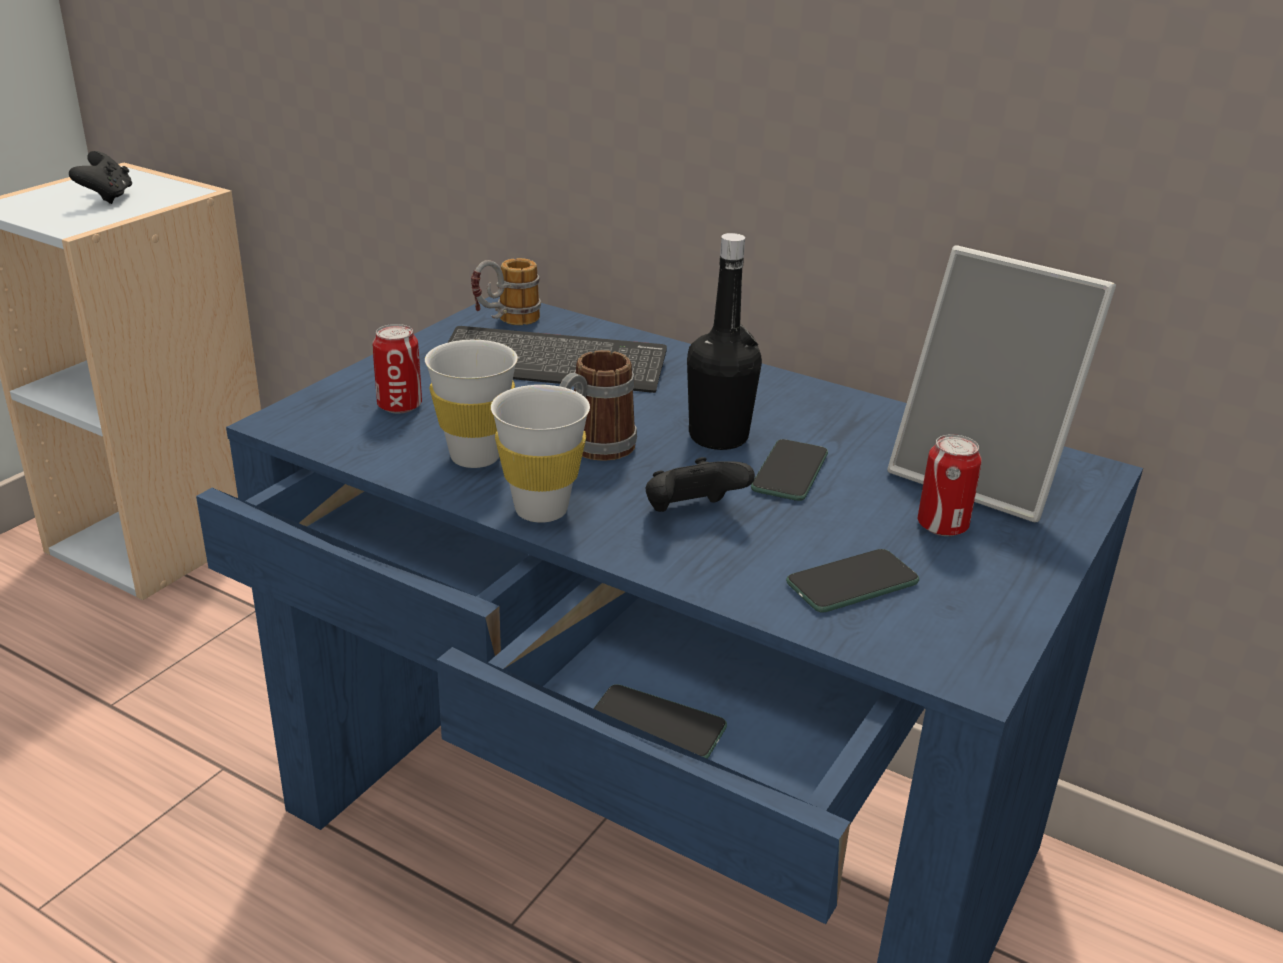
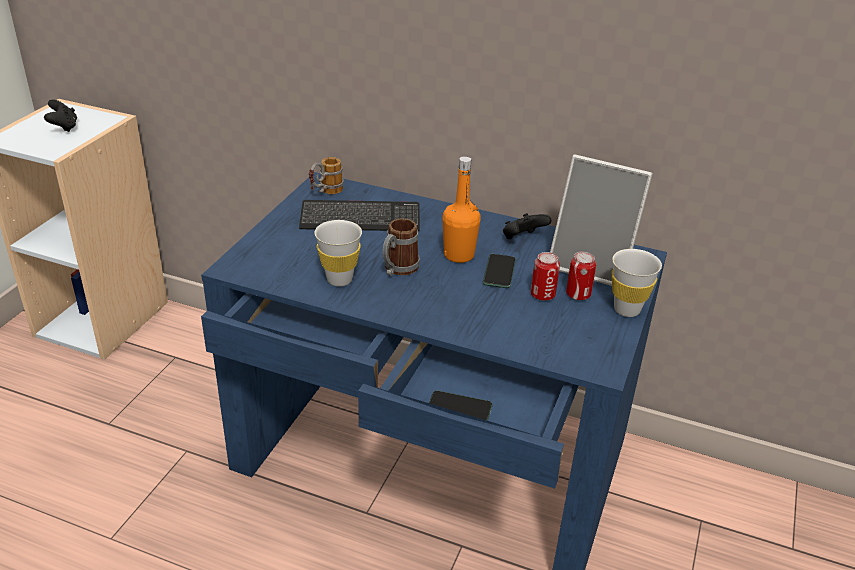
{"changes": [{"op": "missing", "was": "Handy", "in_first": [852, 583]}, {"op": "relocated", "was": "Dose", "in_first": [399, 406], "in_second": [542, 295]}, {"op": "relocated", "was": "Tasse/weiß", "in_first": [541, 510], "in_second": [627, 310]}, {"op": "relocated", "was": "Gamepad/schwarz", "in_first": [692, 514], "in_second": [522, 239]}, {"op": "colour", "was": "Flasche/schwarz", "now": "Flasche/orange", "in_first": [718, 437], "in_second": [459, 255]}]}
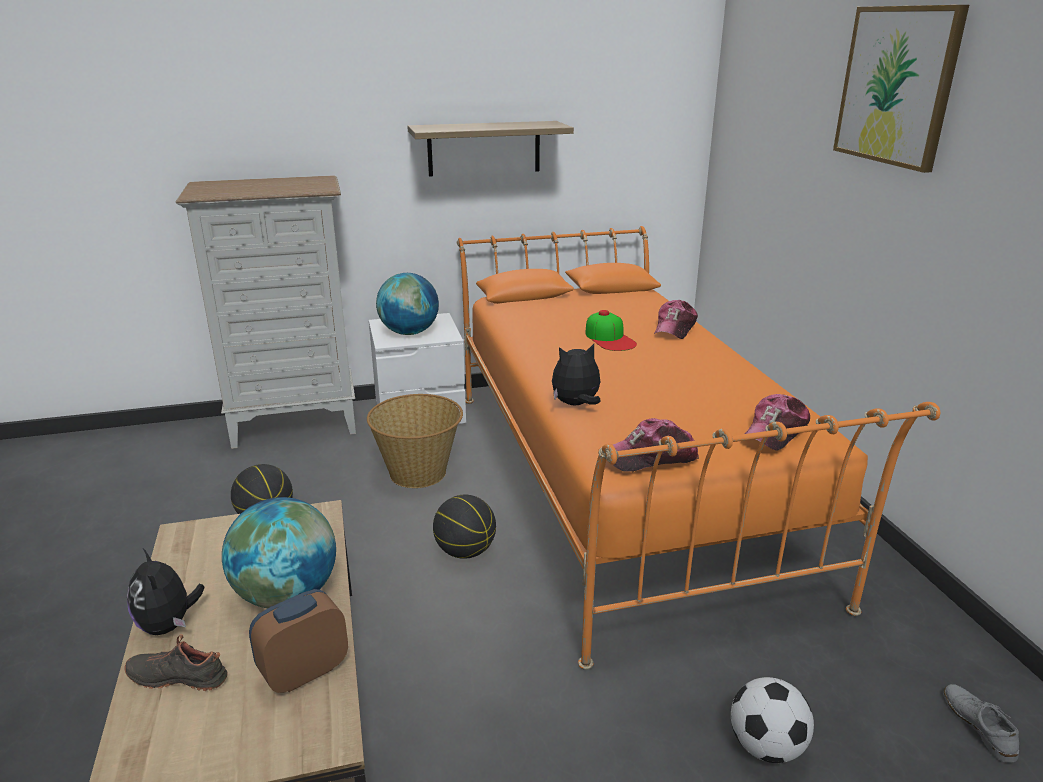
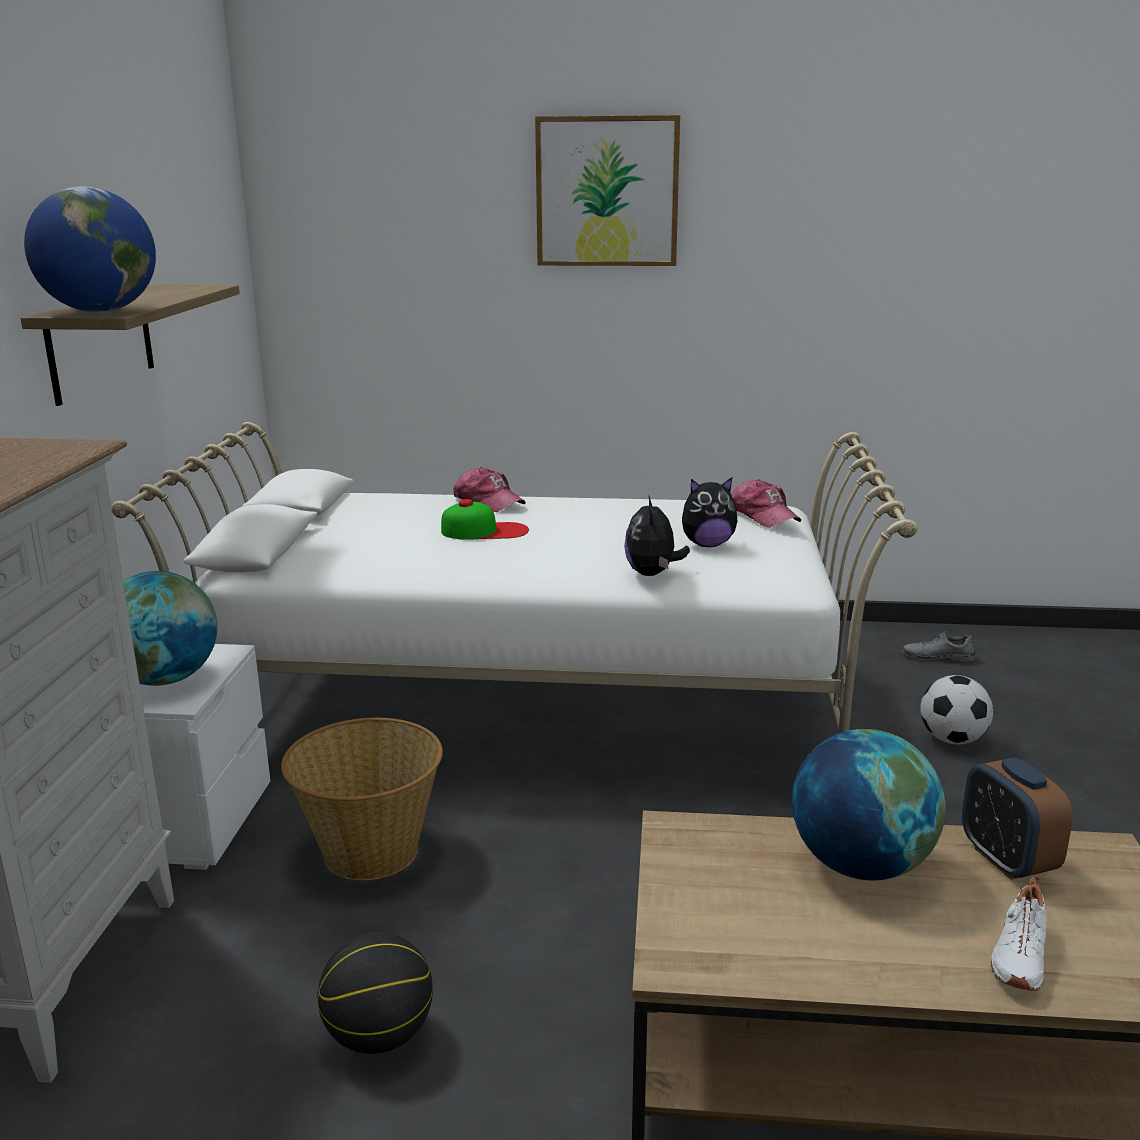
{"changes": [{"op": "missing", "was": "Basketball", "in_first": [465, 552]}, {"op": "missing", "was": "Kappe", "in_first": [651, 457]}, {"op": "appeared", "now": "Globus", "in_second": [100, 311]}, {"op": "relocated", "was": "Plüschtier", "in_first": [169, 625], "in_second": [707, 545]}, {"op": "colour", "was": "Schuh/schwarz", "now": "Schuh/weiß", "in_first": [179, 676], "in_second": [1017, 956]}, {"op": "colour", "was": "Bett/orange", "now": "Bett/weiß", "in_first": [619, 485], "in_second": [529, 710]}]}
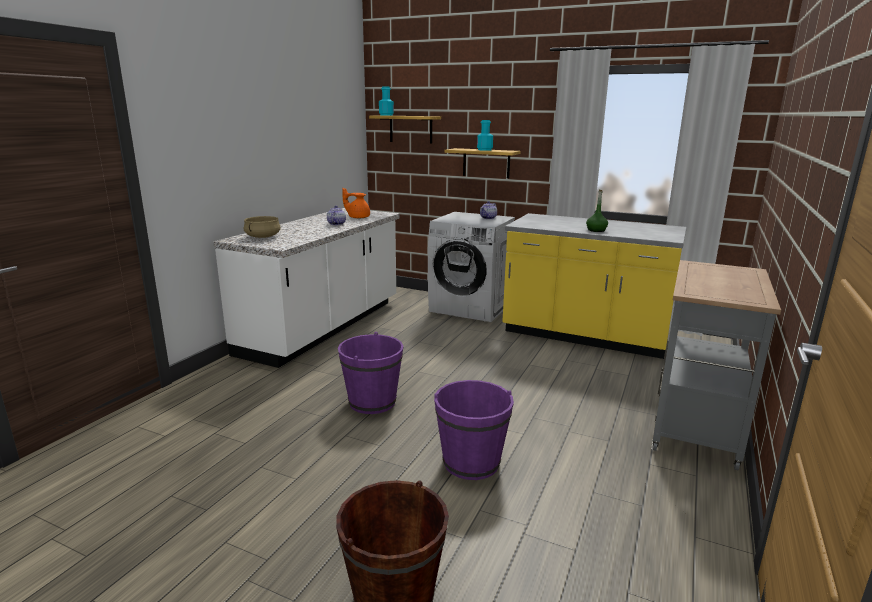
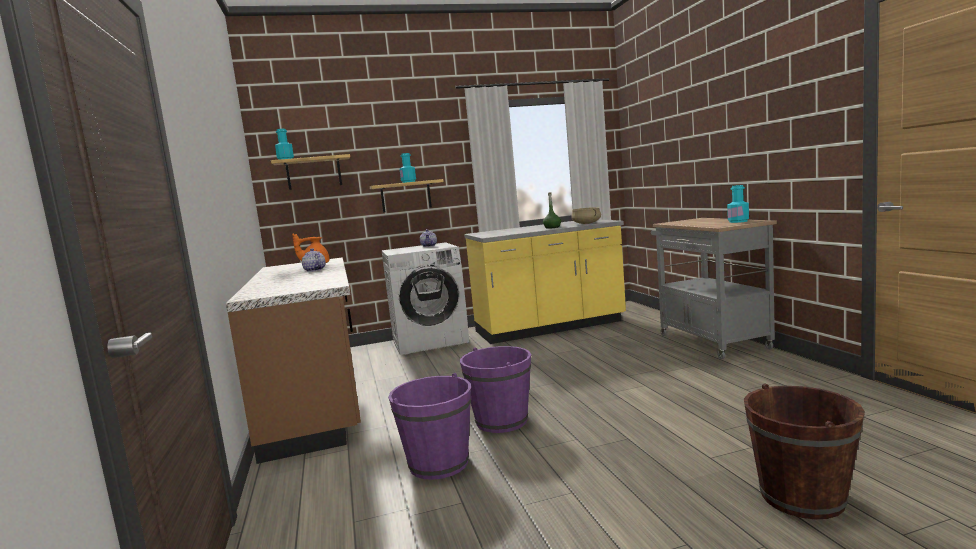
{"changes": [{"op": "appeared", "now": "Flasche/türkis", "in_second": [738, 221]}, {"op": "relocated", "was": "Kochtopf/beige", "in_first": [262, 237], "in_second": [586, 223]}, {"op": "relocated", "was": "Eimer/lila", "in_first": [471, 462], "in_second": [439, 463]}, {"op": "colour", "was": "Küchenzeile/weiß", "now": "Küchenzeile/braun", "in_first": [324, 327], "in_second": [317, 401]}]}
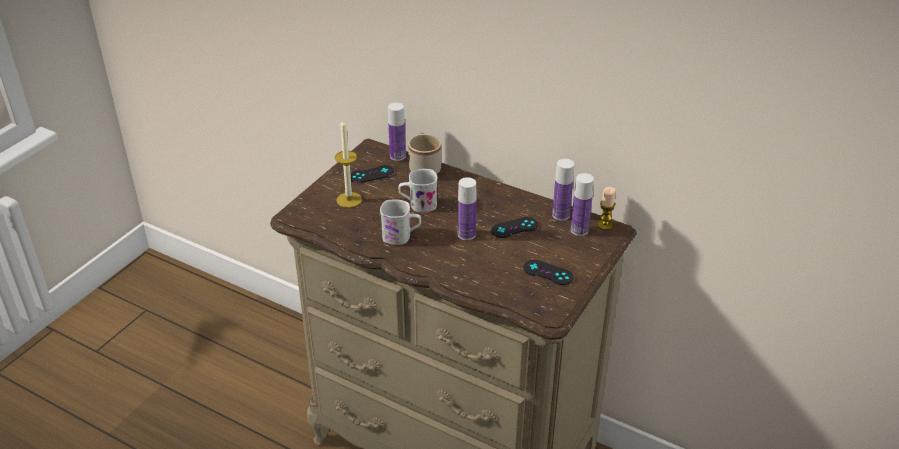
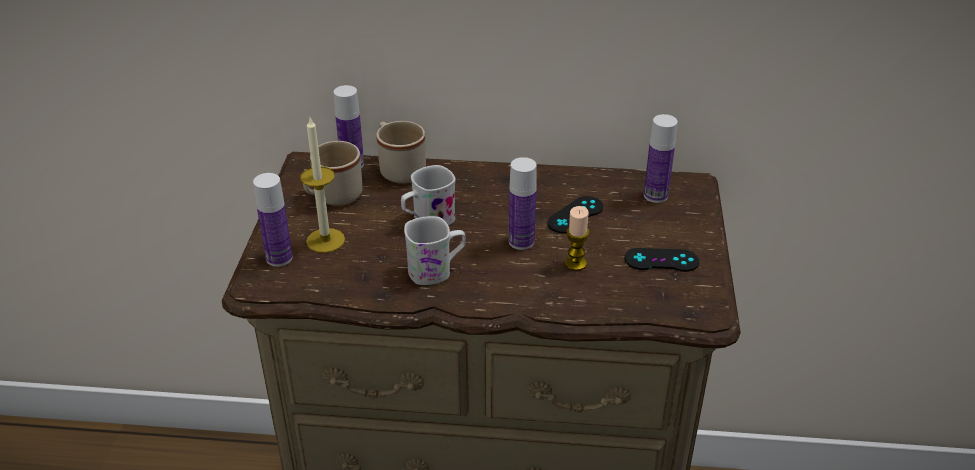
{"changes": [{"op": "relocated", "was": "Flasche", "in_first": [561, 215], "in_second": [279, 258]}, {"op": "relocated", "was": "Kerze", "in_first": [605, 225], "in_second": [575, 263]}, {"op": "exchanged", "was": "Gamepad/schwarz", "now": "Henkelbecher/beige", "in_first": [371, 174], "in_second": [333, 197]}]}
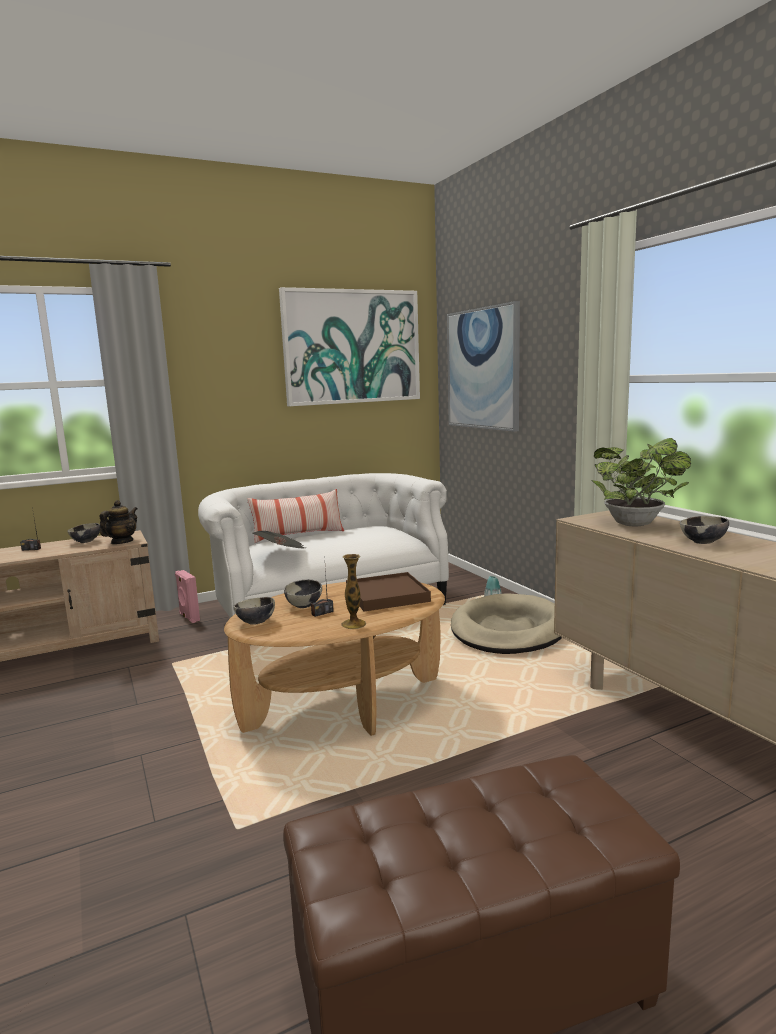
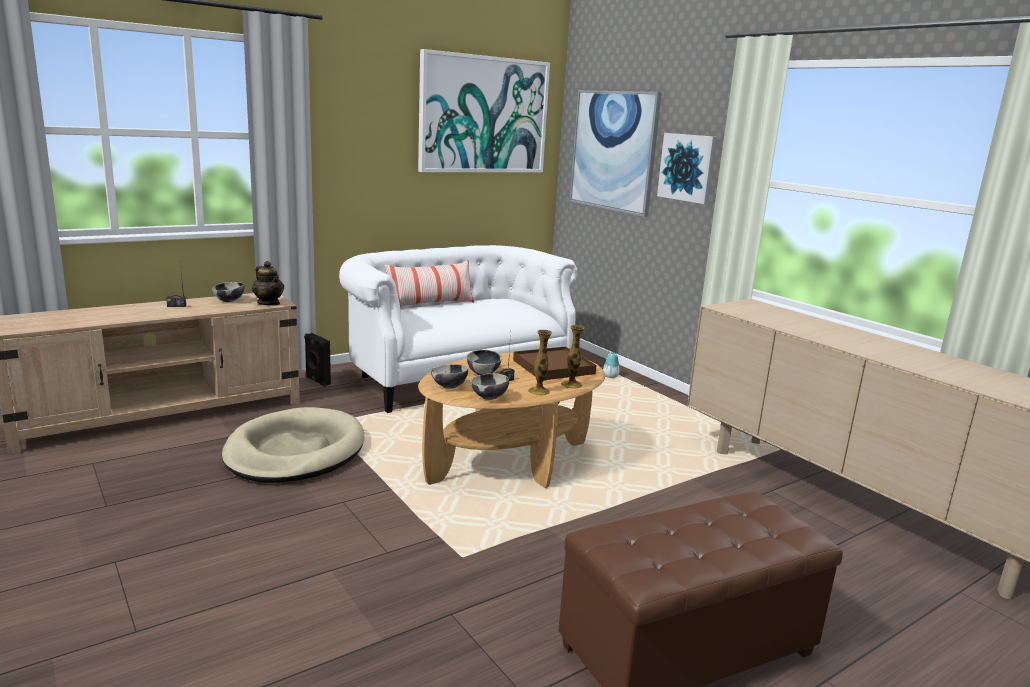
{"changes": [{"op": "missing", "was": "Zeitung", "in_first": [282, 554]}, {"op": "missing", "was": "Topfpflanze", "in_first": [637, 524]}, {"op": "appeared", "now": "Vase", "in_second": [571, 384]}, {"op": "appeared", "now": "Bild", "in_second": [687, 167]}, {"op": "relocated", "was": "Hundebett/beige", "in_first": [508, 630], "in_second": [295, 451]}, {"op": "relocated", "was": "Schüssel", "in_first": [703, 542], "in_second": [489, 398]}, {"op": "colour", "was": "Lautsprecher/rosa", "now": "Lautsprecher/schwarz", "in_first": [189, 617], "in_second": [317, 381]}, {"op": "spun", "was": "Teekanne", "in_first": [121, 542], "in_second": [269, 303], "clockwise": 120}]}
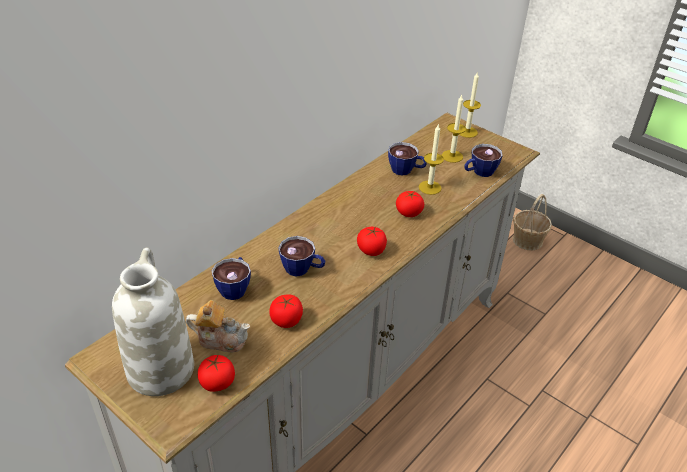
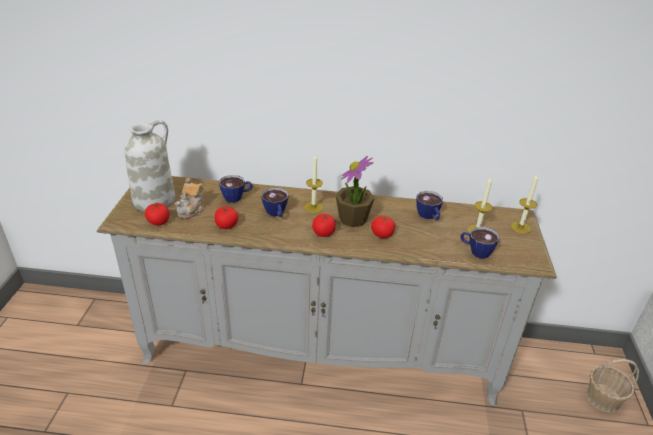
{"changes": [{"op": "appeared", "now": "Topfpflanze", "in_second": [353, 219]}, {"op": "relocated", "was": "Kerze", "in_first": [430, 187], "in_second": [313, 207]}, {"op": "spun", "was": "Teekanne", "in_first": [221, 339], "in_second": [192, 209], "clockwise": 45}]}
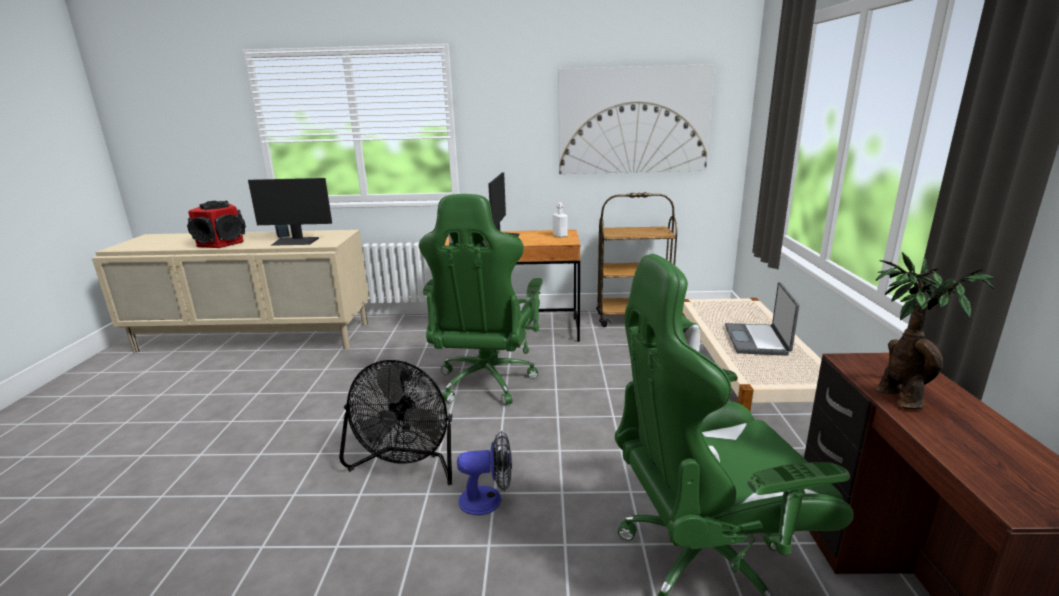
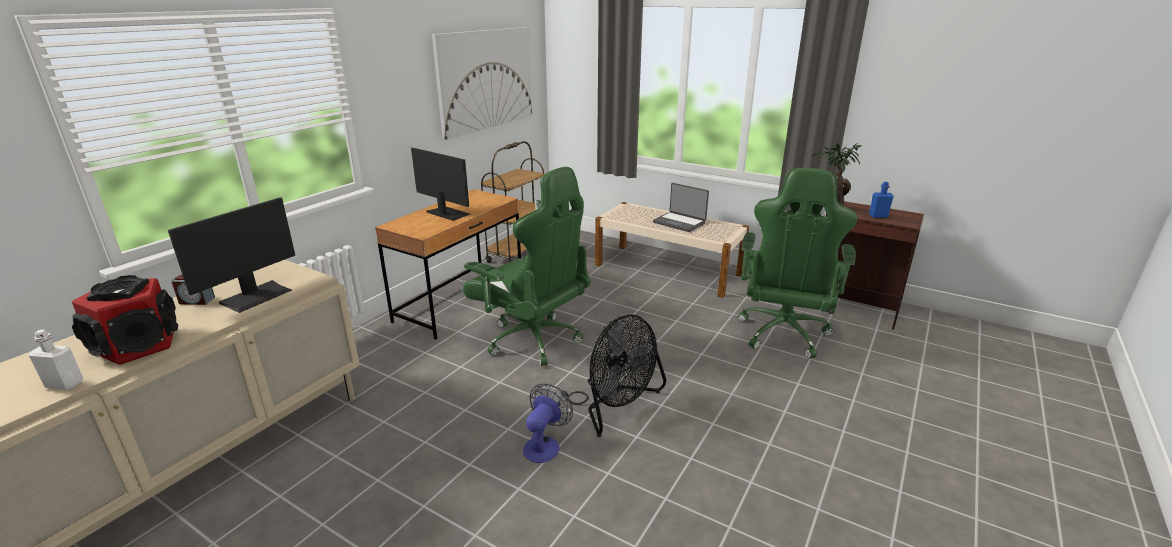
{"changes": [{"op": "appeared", "now": "Flasche/blau", "in_second": [878, 216]}, {"op": "relocated", "was": "Ventilator", "in_first": [488, 499], "in_second": [544, 445]}, {"op": "relocated", "was": "Flasche/weiß", "in_first": [560, 235], "in_second": [65, 384]}]}
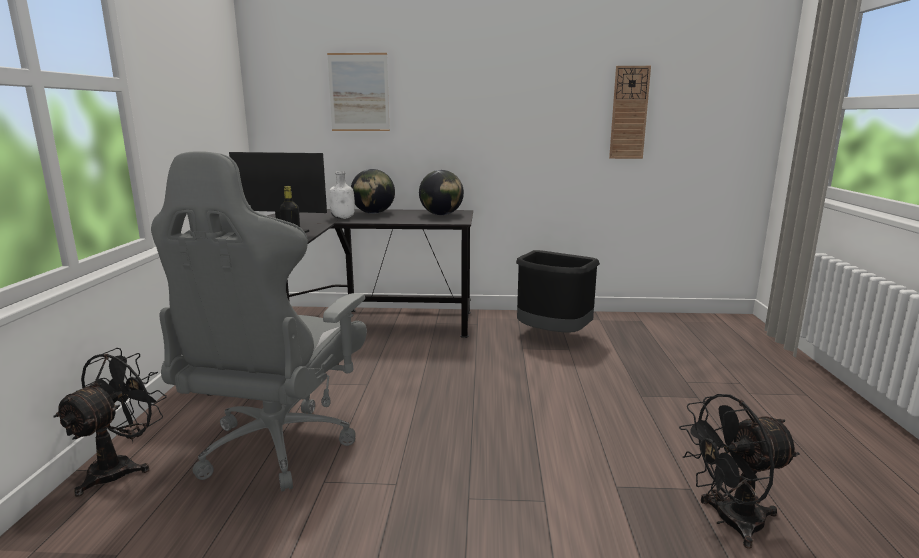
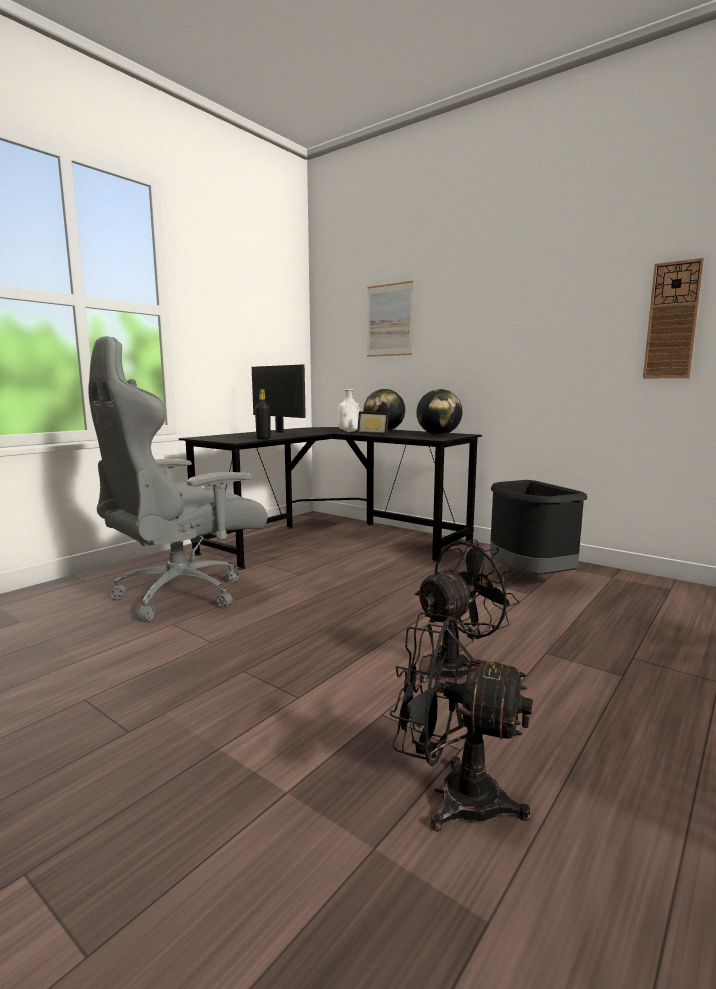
{"changes": [{"op": "appeared", "now": "Bilderrahmen", "in_second": [374, 434]}, {"op": "relocated", "was": "Ventilator/schwarz", "in_first": [121, 467], "in_second": [458, 666]}]}
